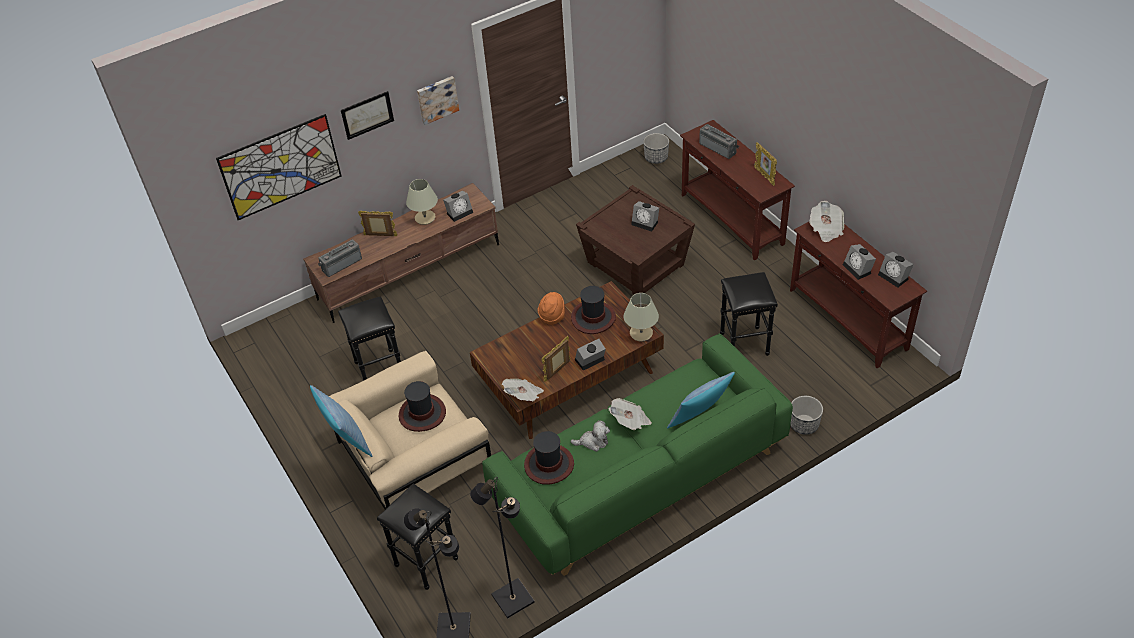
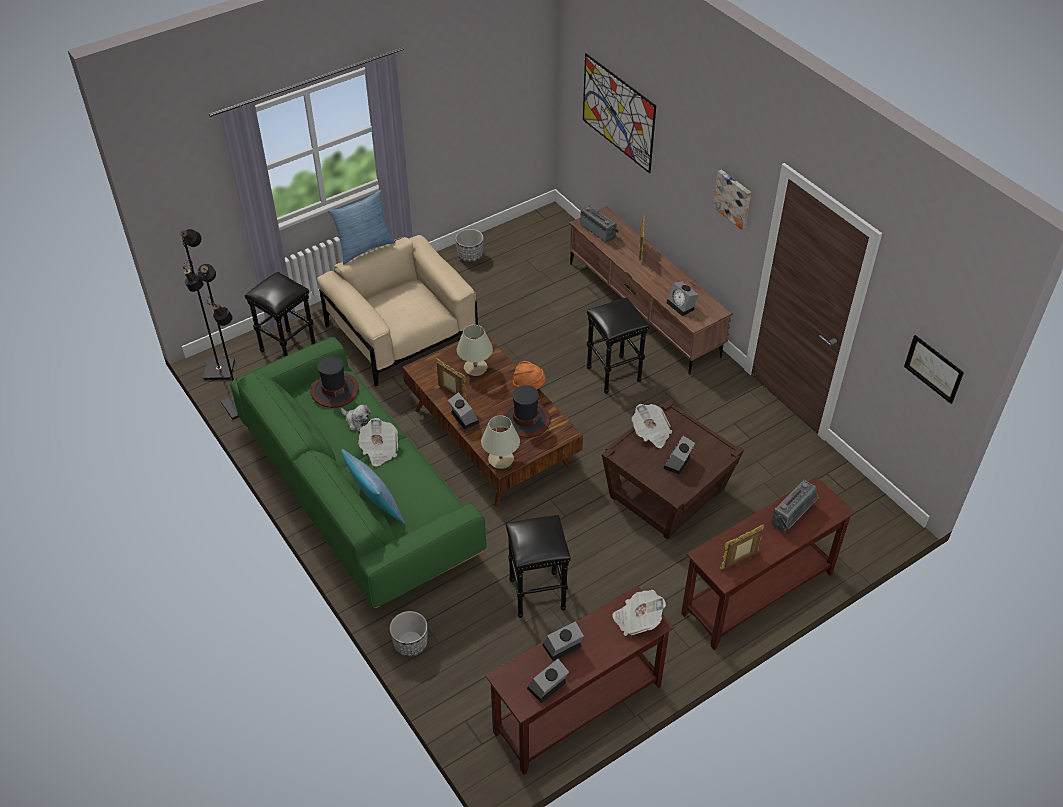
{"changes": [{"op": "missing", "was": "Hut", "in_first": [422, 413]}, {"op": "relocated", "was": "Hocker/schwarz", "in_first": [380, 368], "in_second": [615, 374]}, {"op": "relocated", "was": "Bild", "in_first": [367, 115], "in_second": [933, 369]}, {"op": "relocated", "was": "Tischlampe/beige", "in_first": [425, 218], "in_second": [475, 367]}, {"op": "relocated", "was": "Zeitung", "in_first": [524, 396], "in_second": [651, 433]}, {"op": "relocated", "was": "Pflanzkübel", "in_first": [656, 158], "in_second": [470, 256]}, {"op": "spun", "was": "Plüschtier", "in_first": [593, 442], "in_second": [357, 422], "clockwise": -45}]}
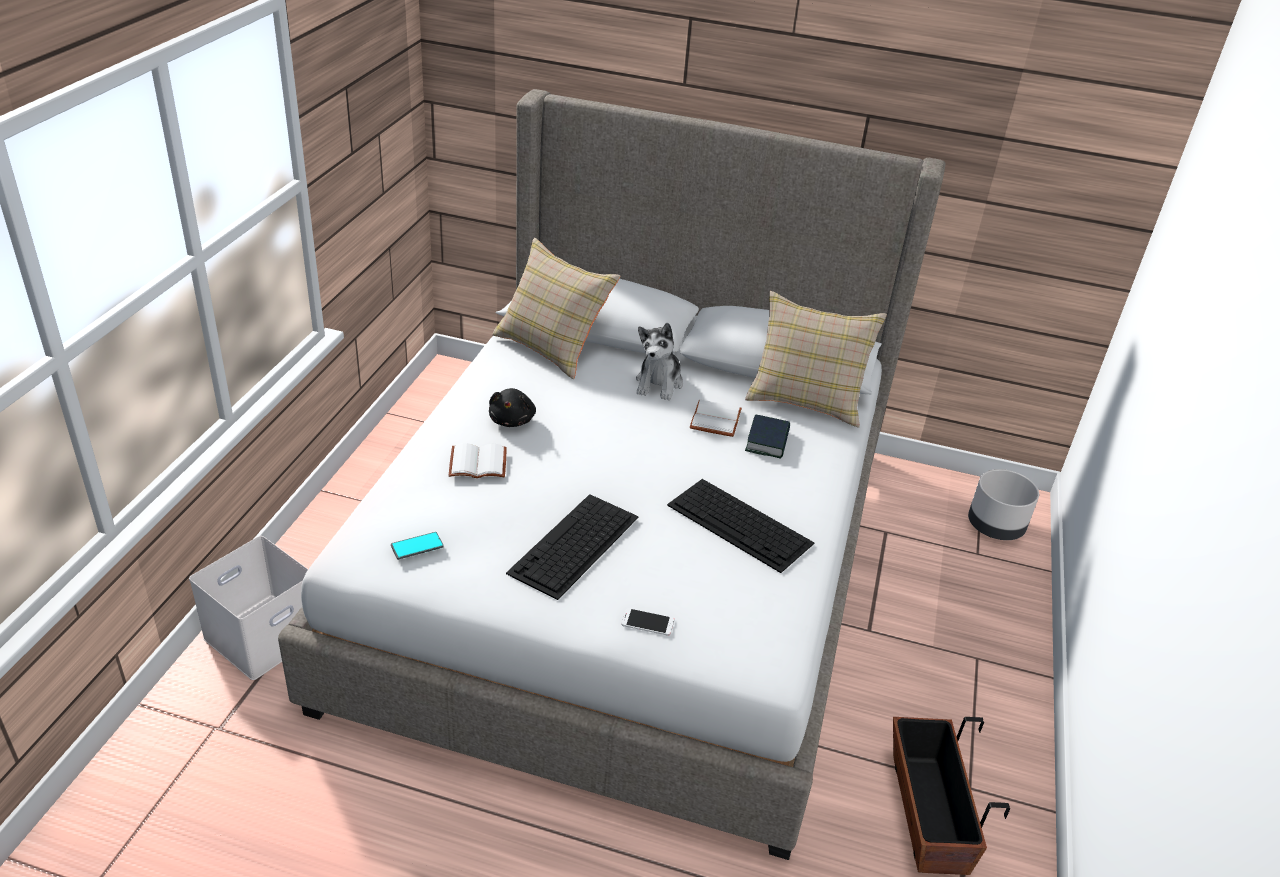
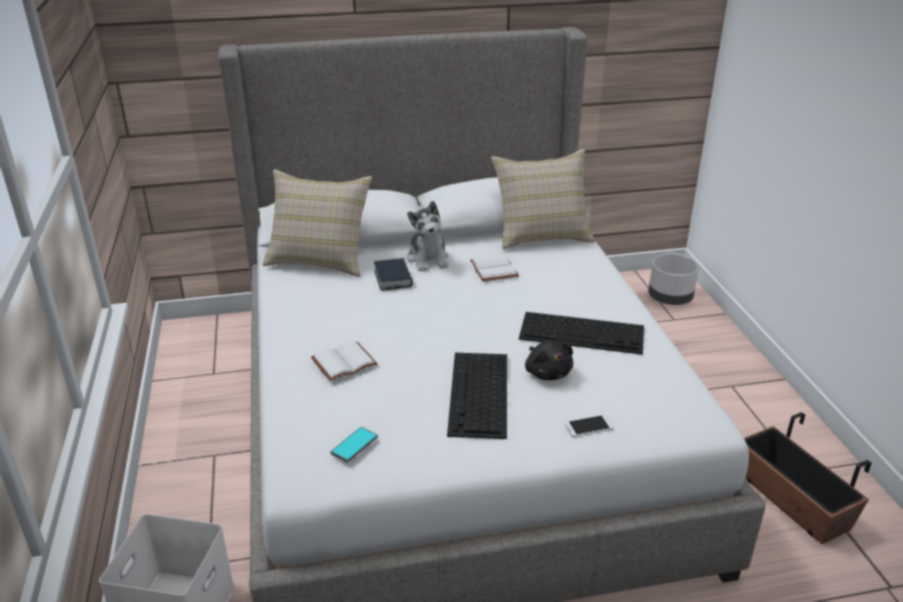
{"changes": [{"op": "relocated", "was": "Plüschtier/schwarz", "in_first": [512, 420], "in_second": [547, 372]}, {"op": "relocated", "was": "Buch", "in_first": [767, 441], "in_second": [393, 278]}]}
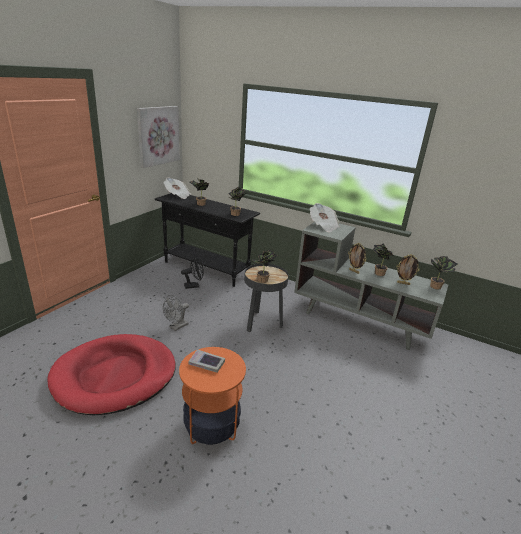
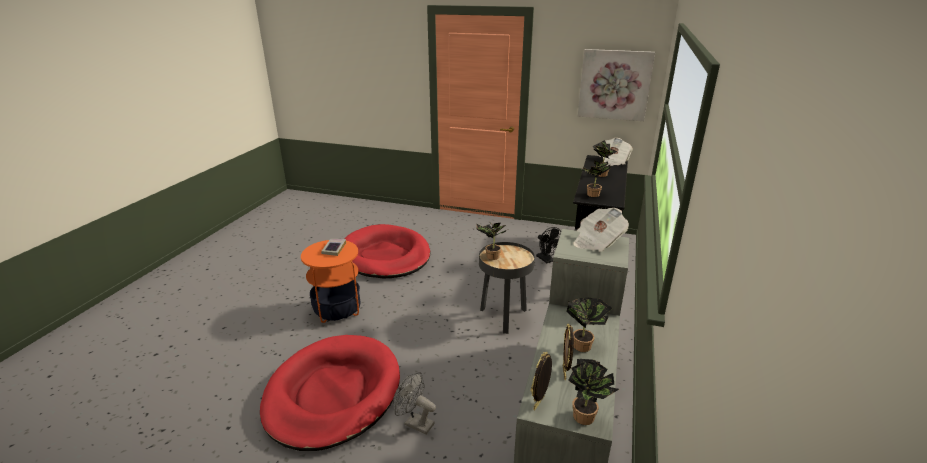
{"changes": [{"op": "appeared", "now": "Hundebett/rot", "in_second": [333, 394]}, {"op": "relocated", "was": "Ventilator/grau", "in_first": [176, 327], "in_second": [415, 423]}, {"op": "relocated", "was": "Bilderrahmen", "in_first": [354, 271], "in_second": [539, 403]}]}
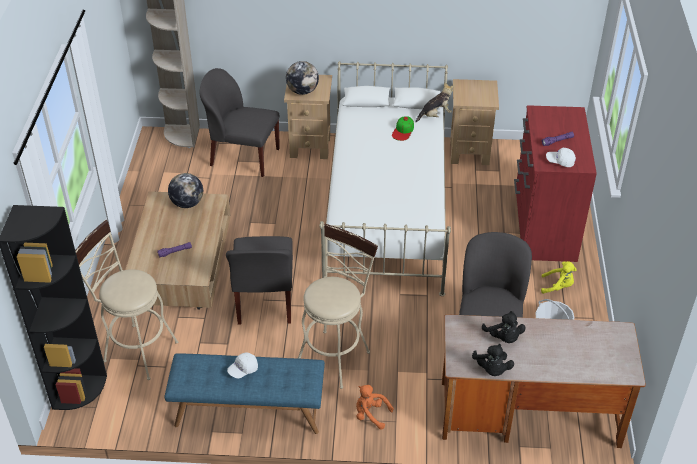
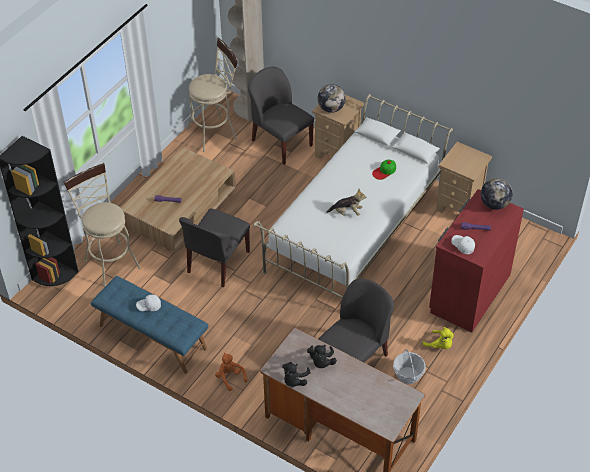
{"changes": [{"op": "relocated", "was": "Globus", "in_first": [187, 203], "in_second": [494, 204]}, {"op": "relocated", "was": "Hocker/beige", "in_first": [336, 354], "in_second": [215, 132]}, {"op": "relocated", "was": "Plüschtier", "in_first": [435, 115], "in_second": [347, 212]}]}
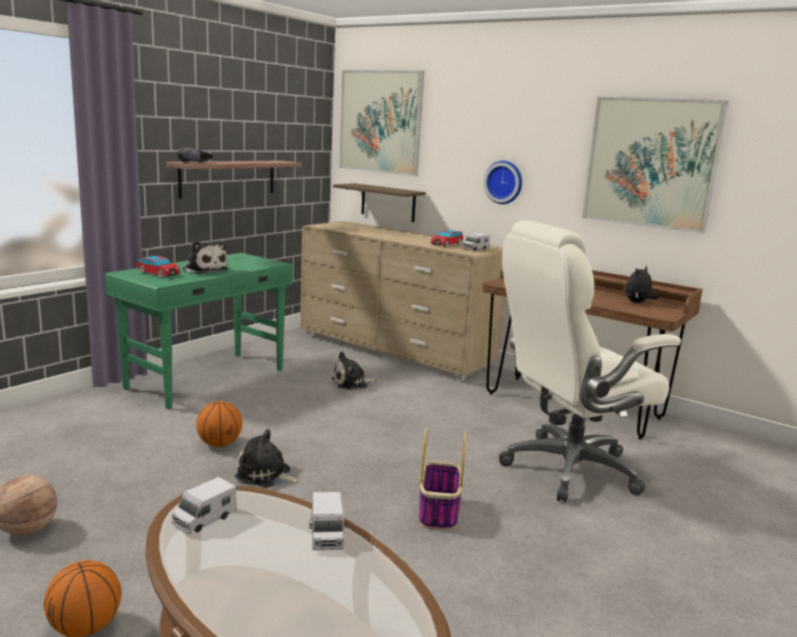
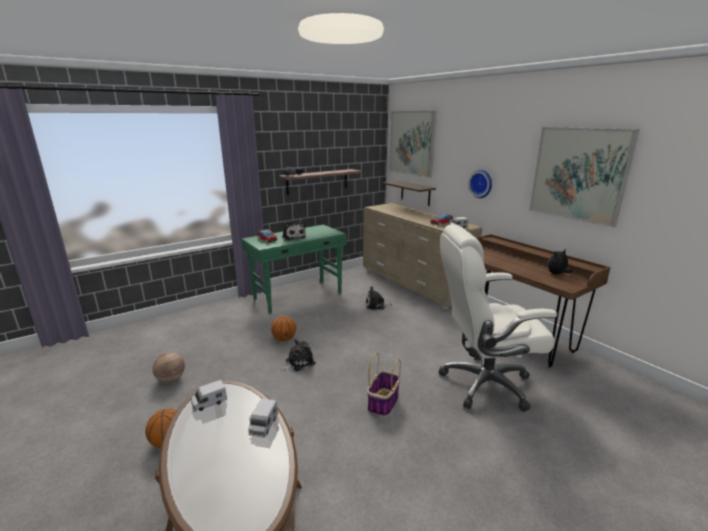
{"changes": [{"op": "spun", "was": "Plüschtier", "in_first": [266, 475], "in_second": [298, 362], "clockwise": 105}]}
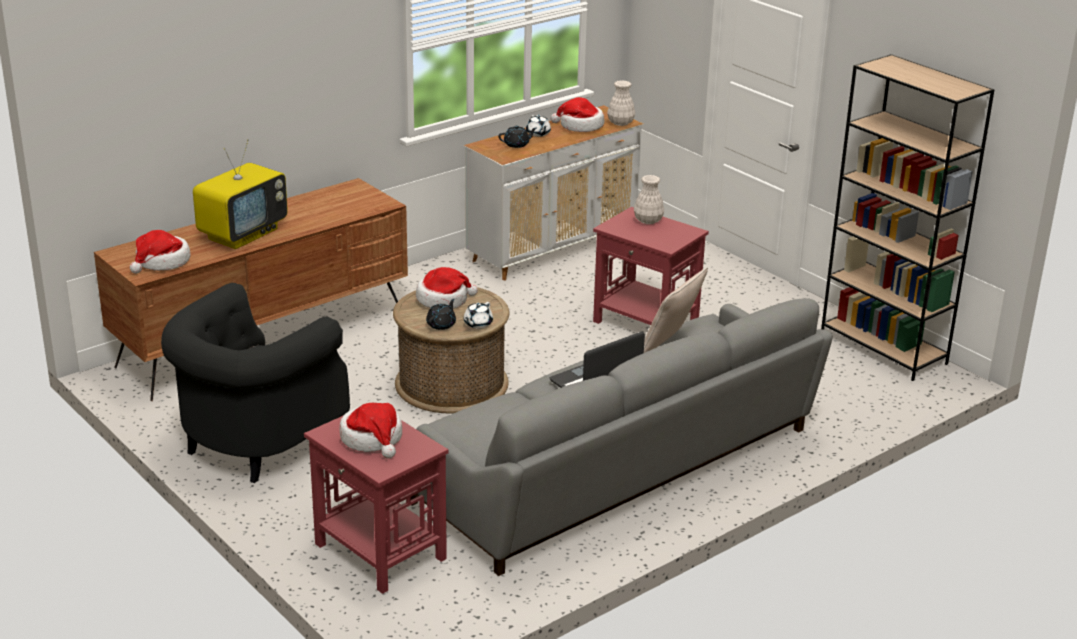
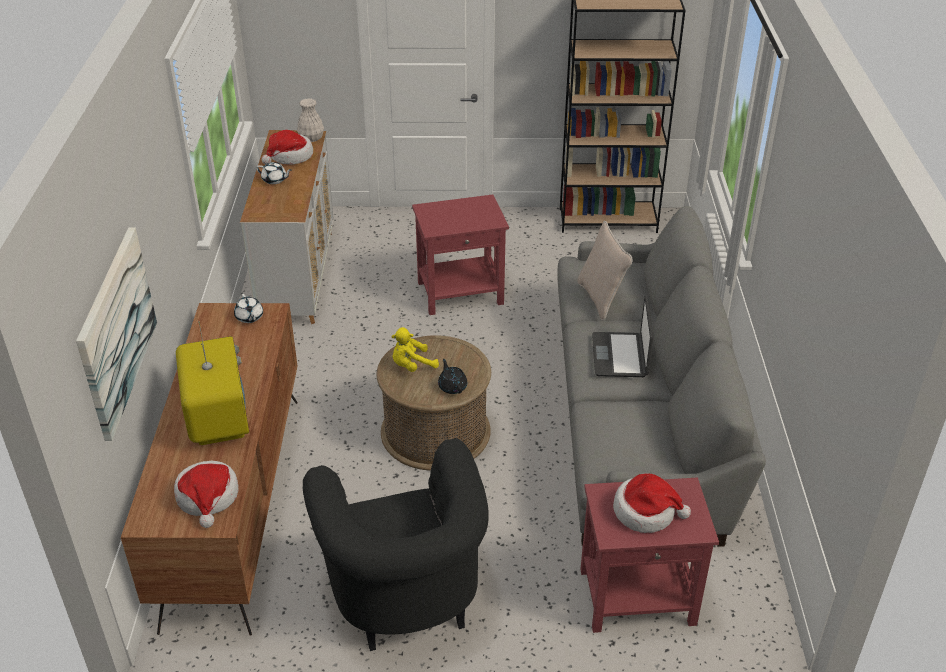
{"changes": [{"op": "missing", "was": "Teekanne/schwarz", "in_first": [517, 144]}, {"op": "missing", "was": "Vase/weiß", "in_first": [648, 220]}, {"op": "appeared", "now": "Bild", "in_second": [116, 330]}, {"op": "relocated", "was": "Teekanne/weiß", "in_first": [477, 324], "in_second": [249, 317]}, {"op": "exchanged", "was": "Hut", "now": "Plüschtier/gelb", "in_first": [443, 300], "in_second": [412, 366]}]}
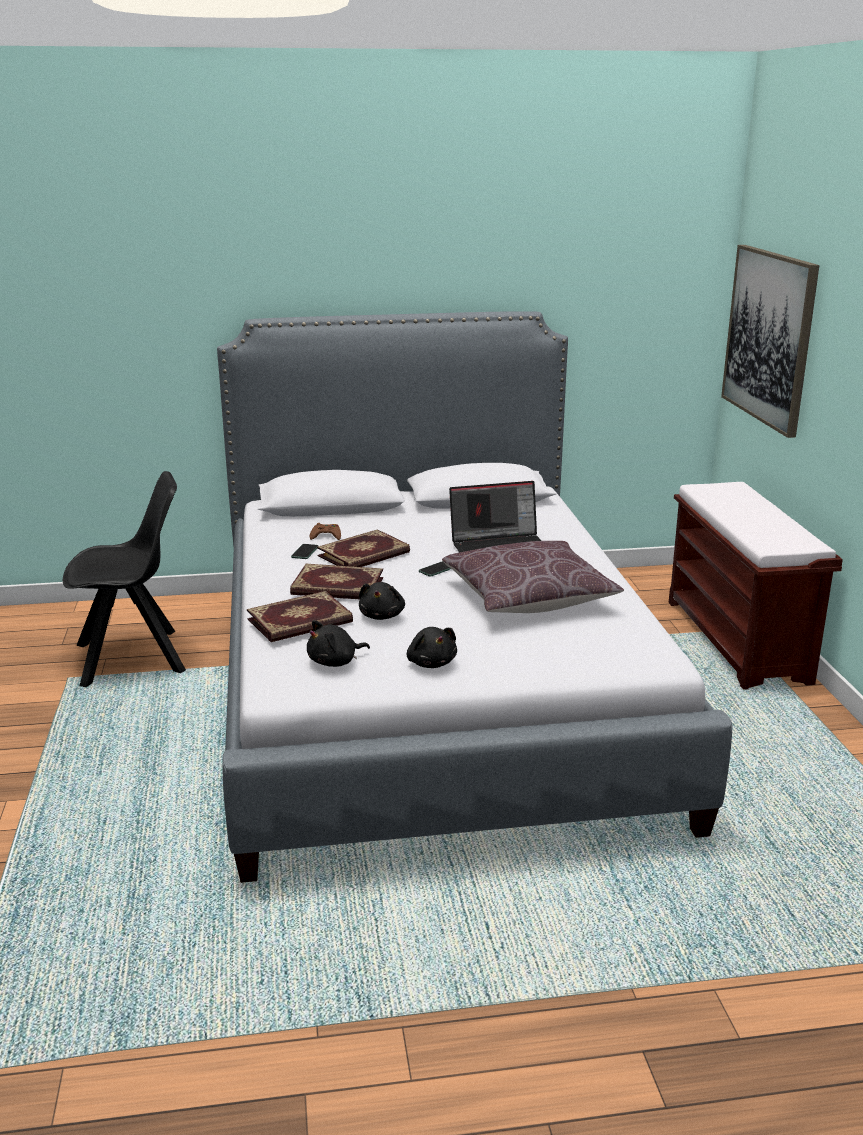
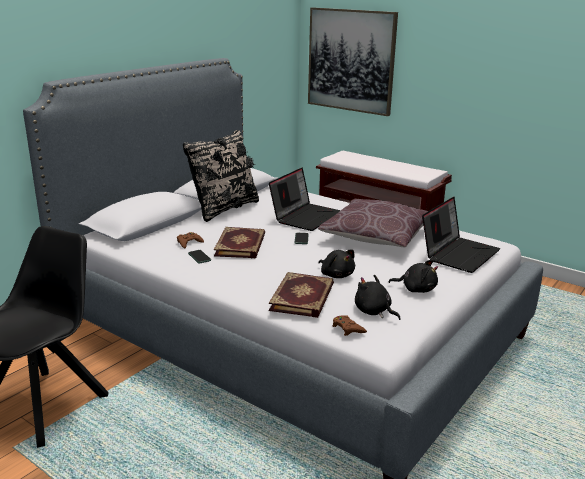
{"changes": [{"op": "missing", "was": "Buch", "in_first": [337, 587]}, {"op": "appeared", "now": "Kissen/schwarz", "in_second": [225, 209]}, {"op": "appeared", "now": "Gamepad/braun", "in_second": [347, 328]}, {"op": "appeared", "now": "Laptop", "in_second": [459, 253]}, {"op": "spun", "was": "Plüschtier/schwarz", "in_first": [335, 662], "in_second": [374, 312], "clockwise": 120}]}
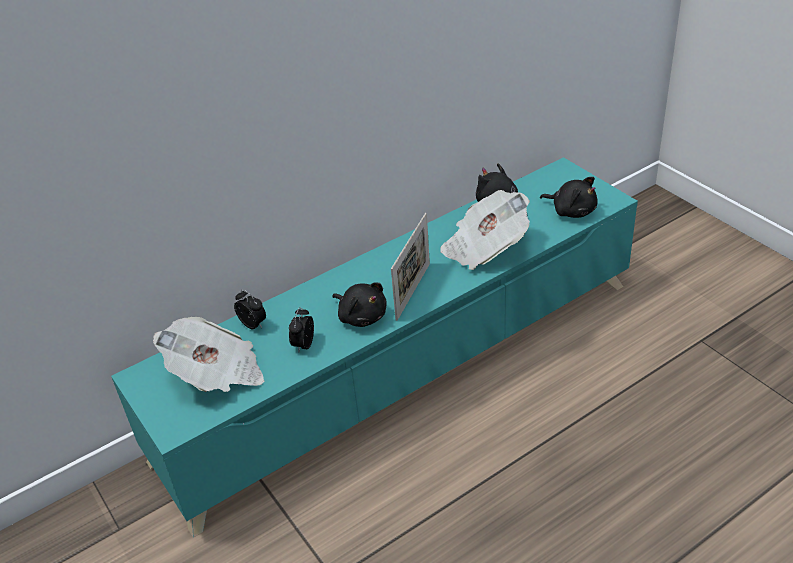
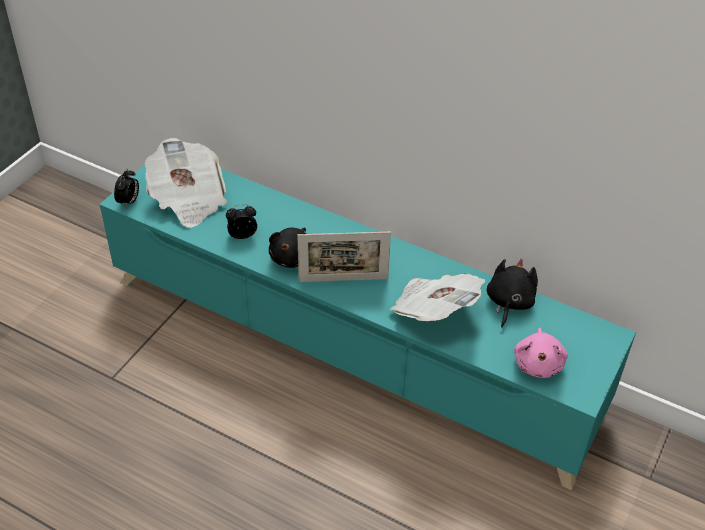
{"changes": [{"op": "relocated", "was": "Wecker", "in_first": [254, 324], "in_second": [129, 201]}, {"op": "colour", "was": "Plüschtier/schwarz", "now": "Plüschtier/rosa", "in_first": [571, 211], "in_second": [538, 363]}]}
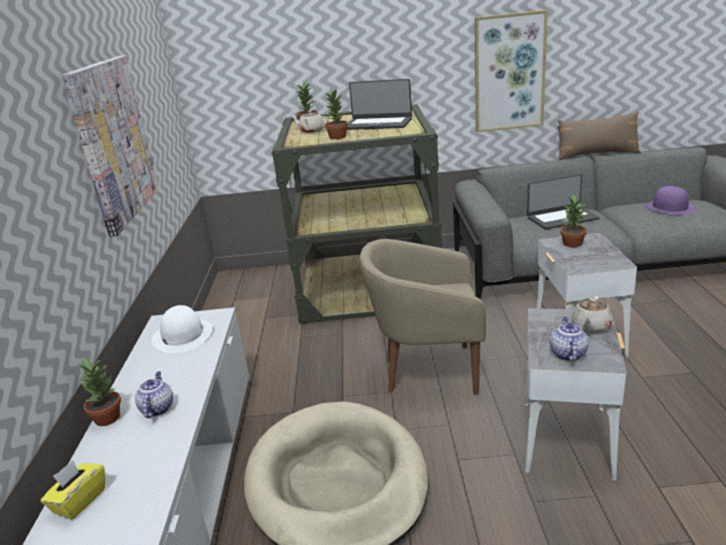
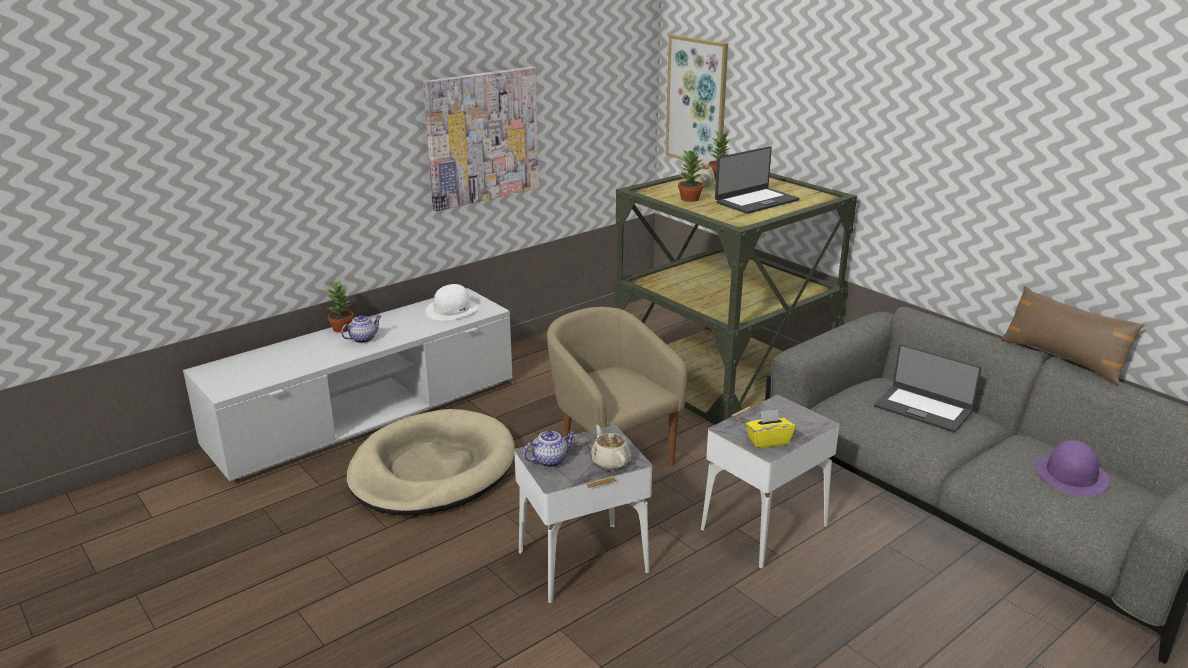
{"changes": [{"op": "missing", "was": "Topfpflanze", "in_first": [572, 243]}, {"op": "relocated", "was": "Taschentuchbox/gelb", "in_first": [79, 501], "in_second": [768, 441]}, {"op": "relocated", "was": "Bild", "in_first": [509, 73], "in_second": [697, 101]}, {"op": "spun", "was": "Laptop", "in_first": [378, 124], "in_second": [756, 201], "clockwise": -105}, {"op": "spun", "was": "Teekanne/beige", "in_first": [591, 326], "in_second": [610, 461], "clockwise": 75}]}
